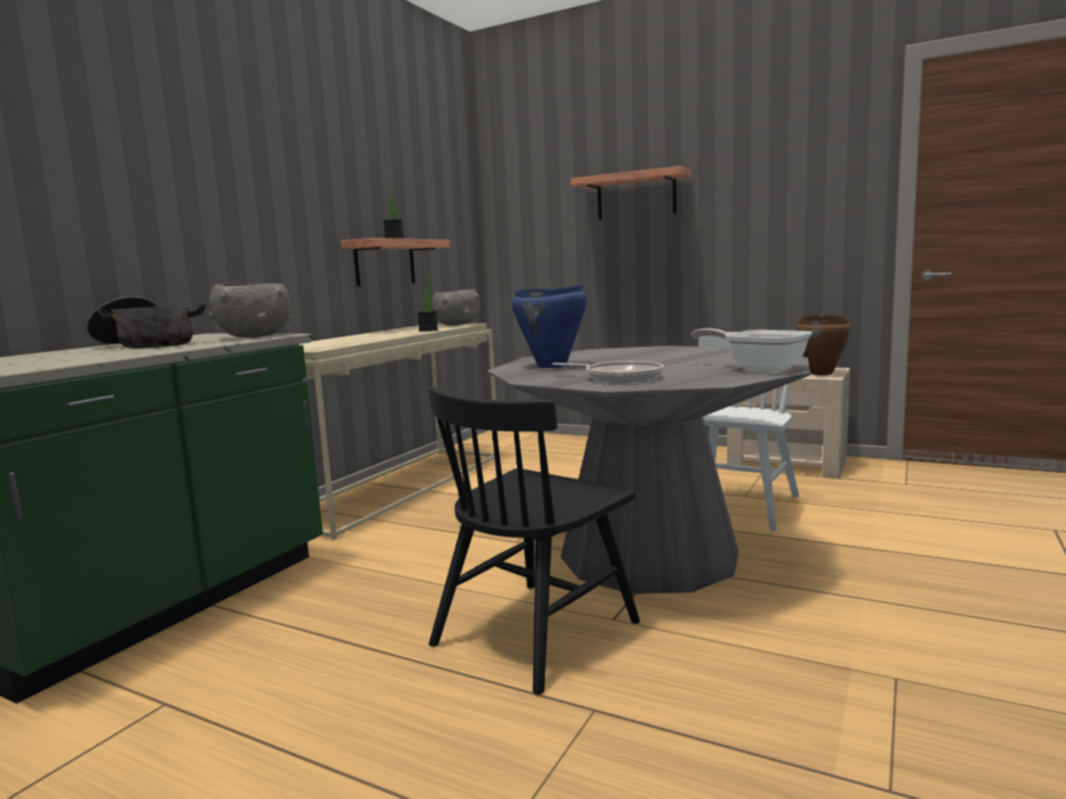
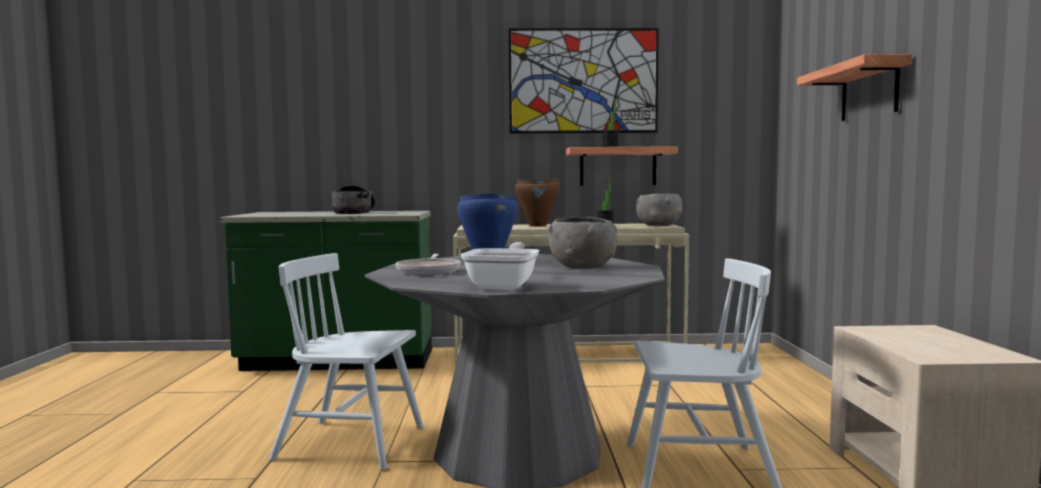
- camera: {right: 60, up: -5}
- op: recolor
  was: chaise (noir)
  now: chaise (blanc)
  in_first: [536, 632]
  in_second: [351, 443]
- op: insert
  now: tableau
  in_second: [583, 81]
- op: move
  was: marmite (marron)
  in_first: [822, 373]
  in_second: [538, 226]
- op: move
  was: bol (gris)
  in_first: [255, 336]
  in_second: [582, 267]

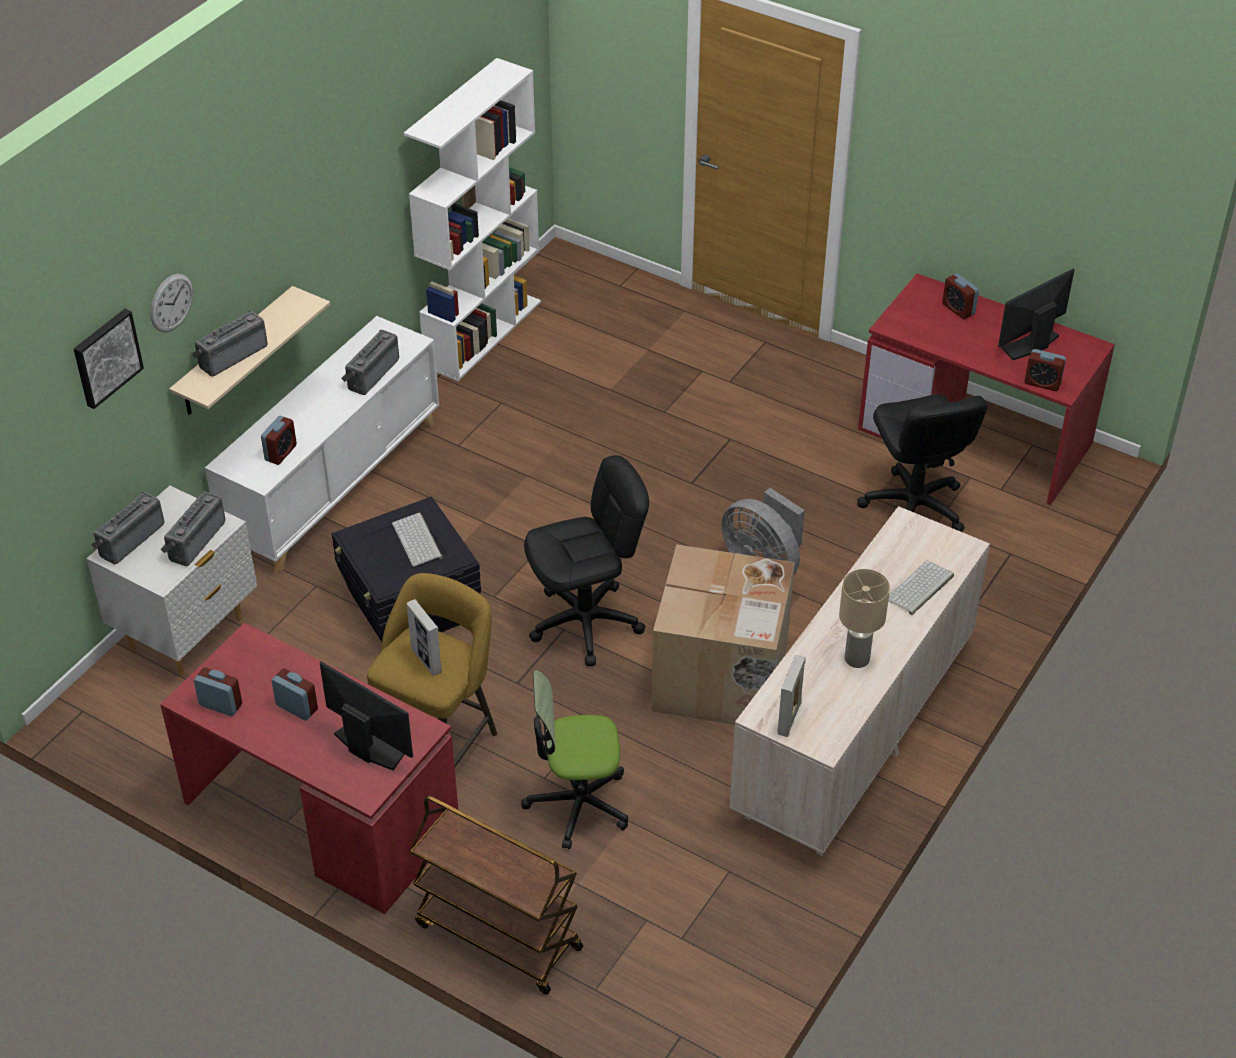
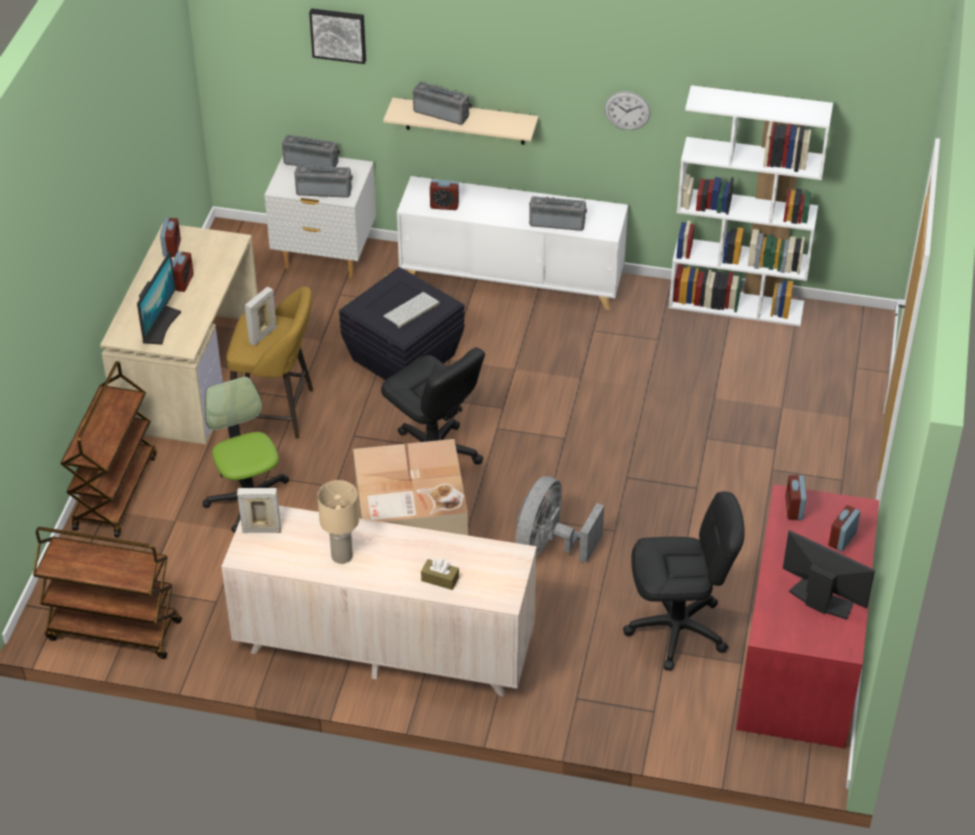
- camera: {right: 70, up: 0}
- op: insert
  now: chariot (marron)
  in_second: [113, 630]
- op: recolor
  was: bureau (rouge)
  now: bureau (beige)
  in_first: [318, 815]
  in_second: [189, 372]
- op: replace
  was: clavier
  now: boîte à mouchoirs (marron)
  in_first: [919, 589]
  in_second: [440, 579]
- op: move
  was: horloge murale
  in_first: [171, 303]
  in_second: [627, 110]
- op: rotate
  was: chaise de bureau (noir)
  in_first: [913, 507]
  in_second: [677, 630]
  clockwise: -150
- op: move
  was: réveil
  in_first: [1042, 383]
  in_second: [794, 508]

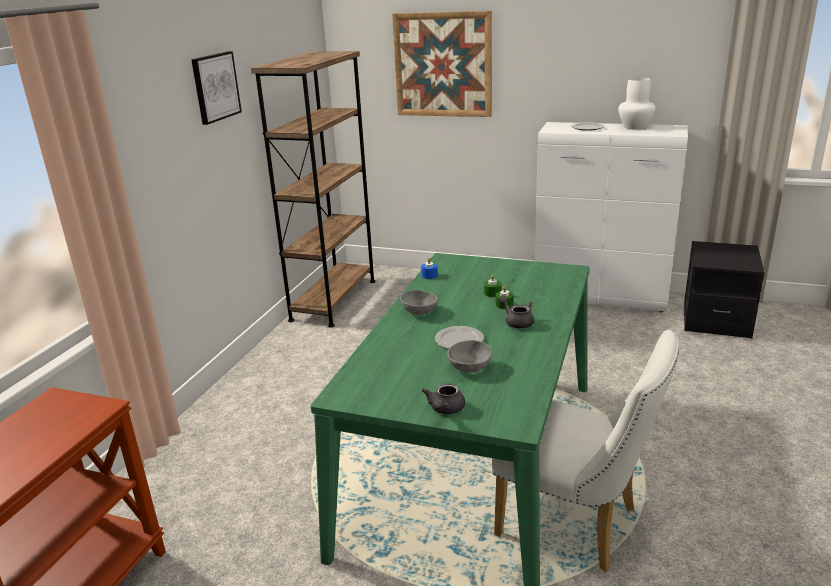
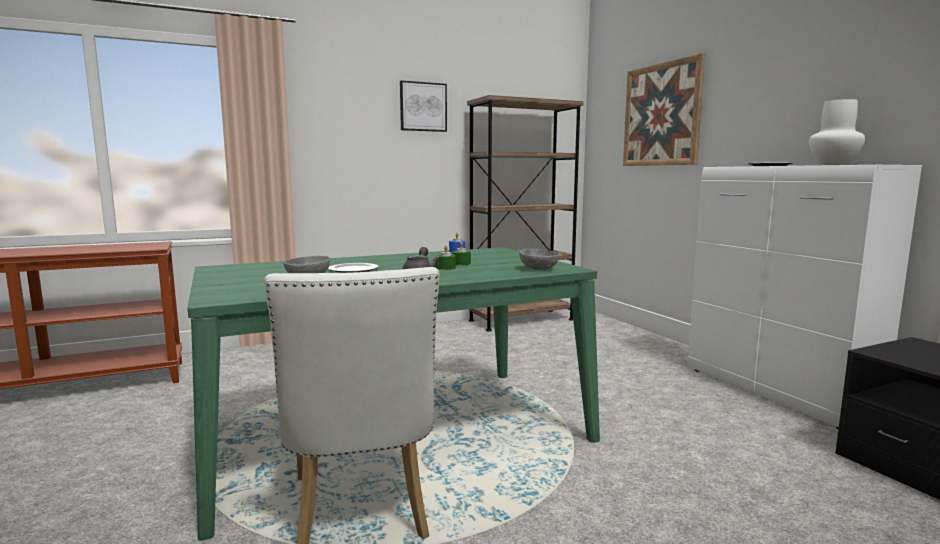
- camera: {right: 45, up: -15}
- op: move
  was: bol (gris)
  in_first: [420, 311]
  in_second: [539, 269]
- op: delete
  was: théière (gris)
  in_first: [445, 410]

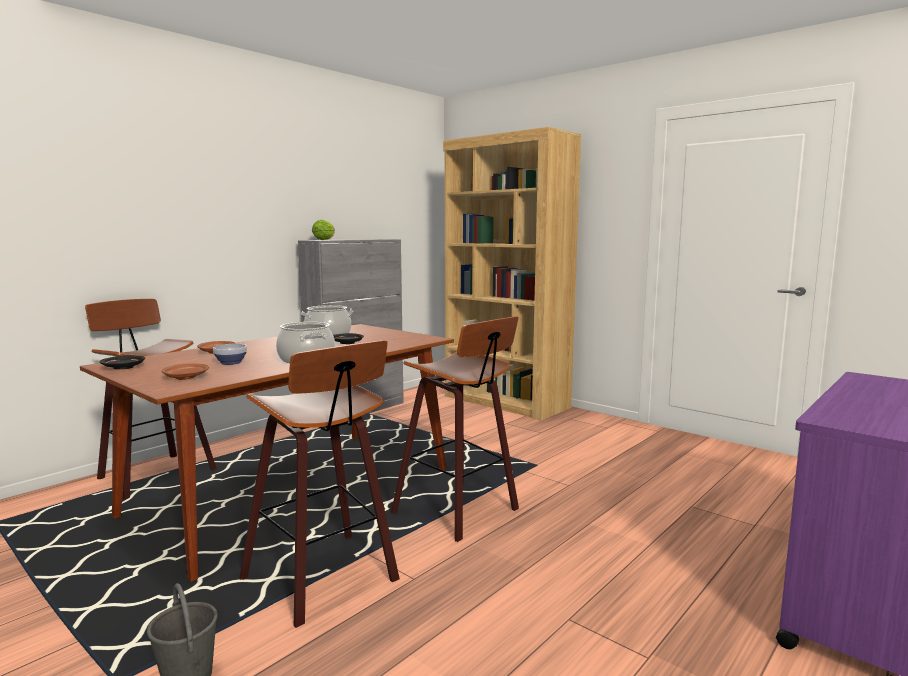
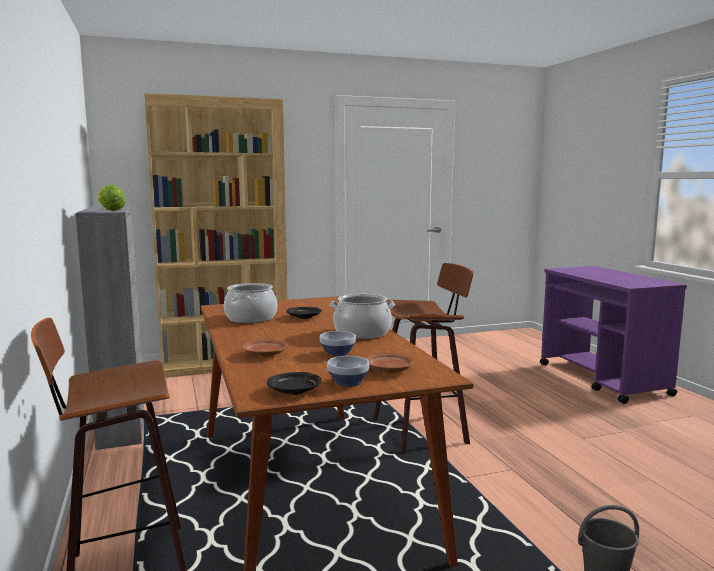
- camera: {right: -60, up: 0}
- op: insert
  now: bol
  in_second: [348, 383]
- op: delete
  was: tabouret
  in_first: [326, 579]

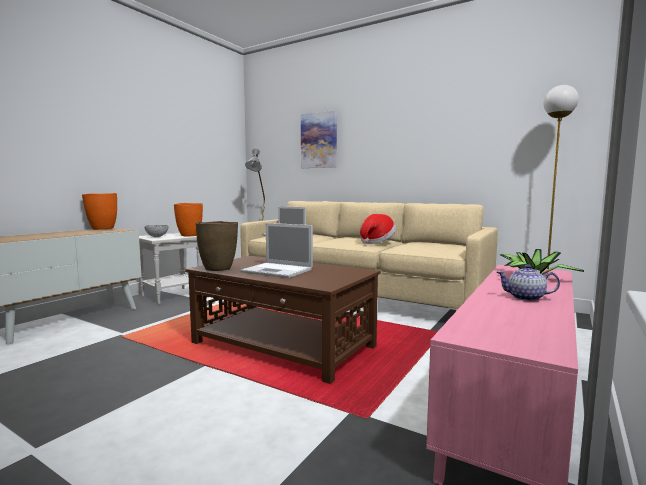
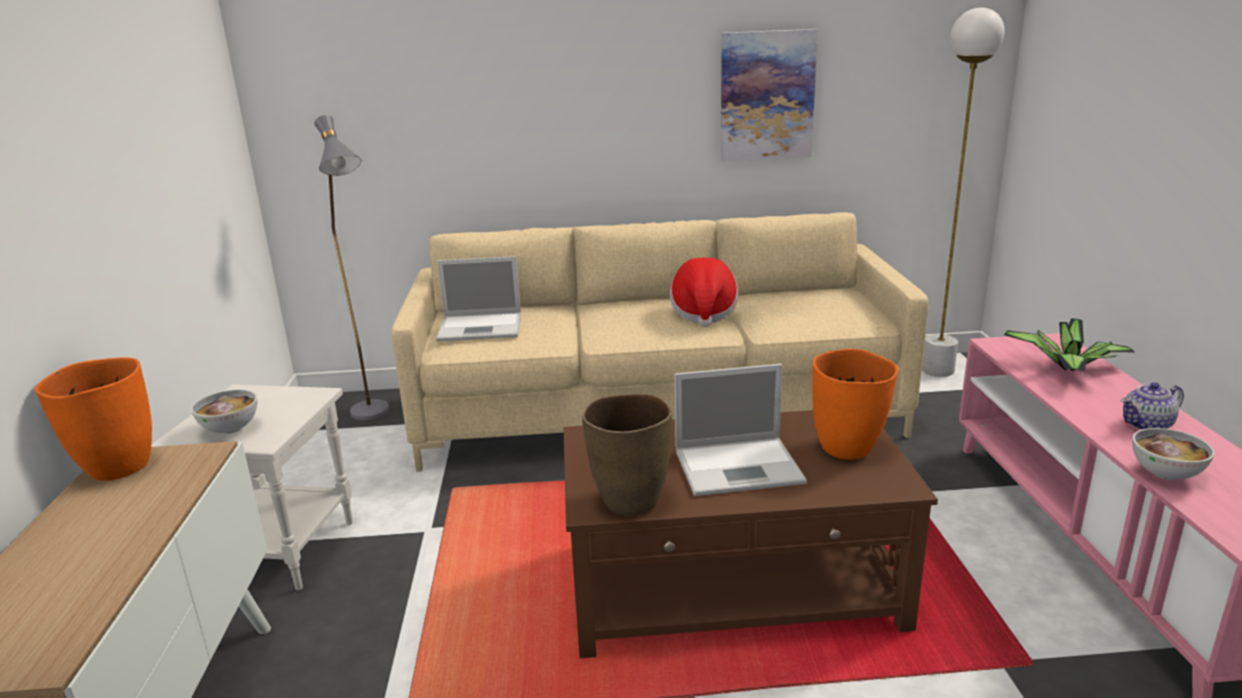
- camera: {right: -35, up: 15}
- op: move
  was: tableau
  in_first: [319, 140]
  in_second: [766, 96]
- op: move
  was: vase (orange)
  in_first: [190, 235]
  in_second: [848, 448]
- op: insert
  now: bol
  in_second: [1166, 474]

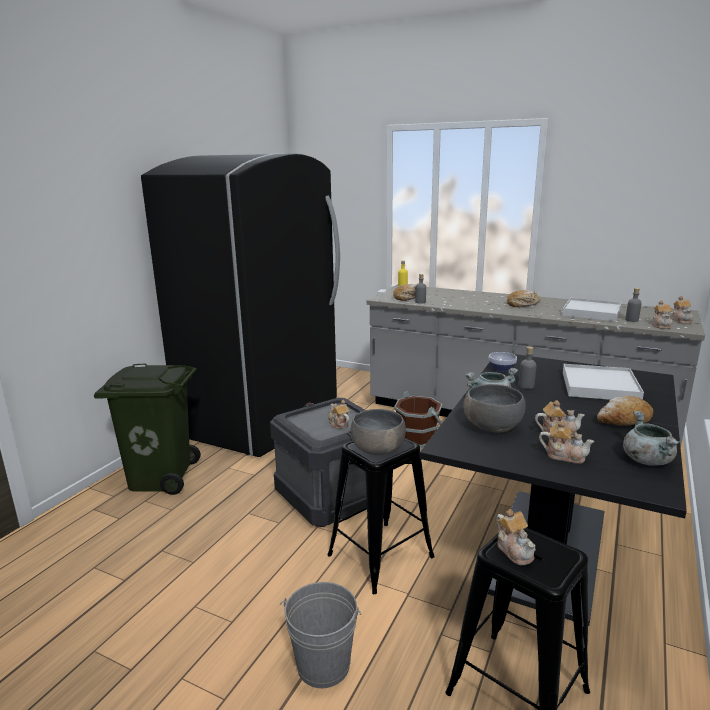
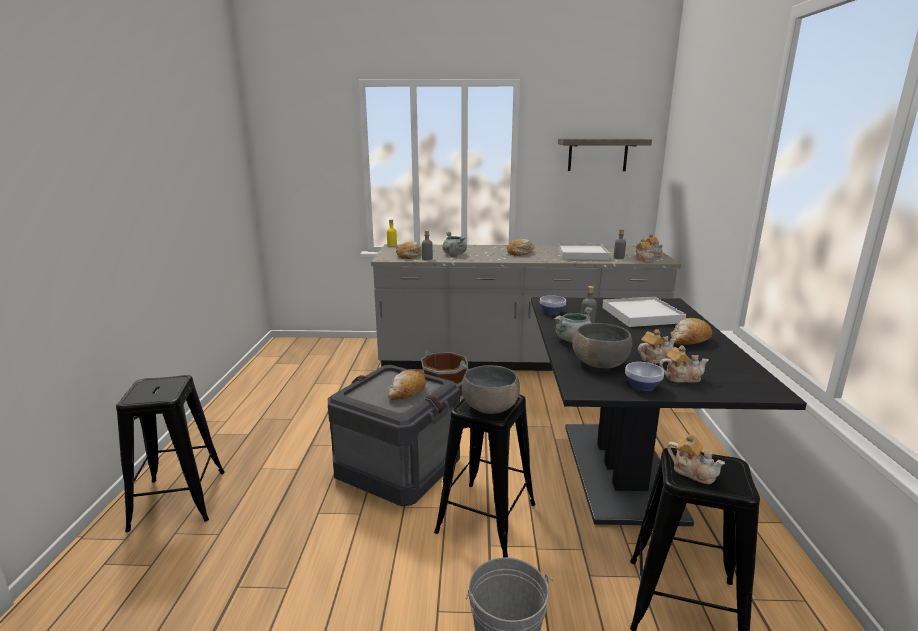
- camera: {right: -25, up: 0}
- op: replace
  was: poubelle (vert)
  now: tabouret (noir)
  in_first: [161, 477]
  in_second: [178, 499]
- op: replace
  was: théière
  now: pain
  in_first: [338, 424]
  in_second: [406, 392]
- op: move
  was: marmite (gris)
  in_first: [646, 460]
  in_second: [454, 254]
- op: insert
  now: étagère
  in_second: [597, 155]
- op: insert
  now: bol
  in_second: [641, 386]
- op: delete
  was: réfrigérateur (noir)
  in_first: [264, 418]

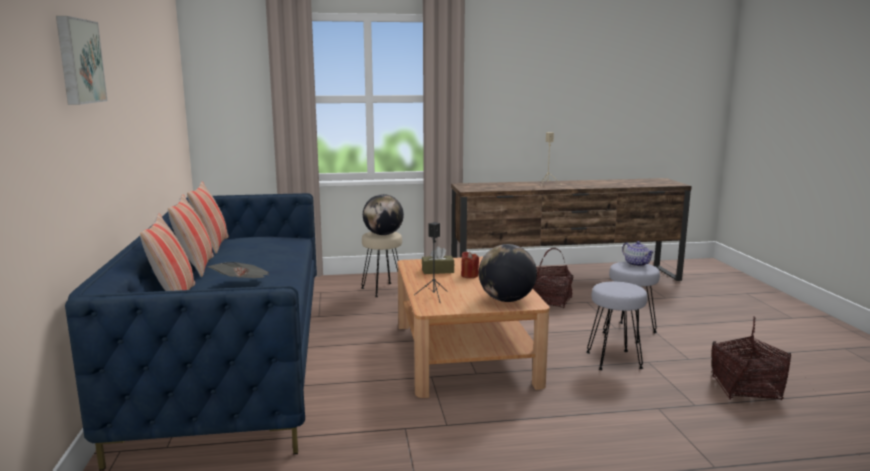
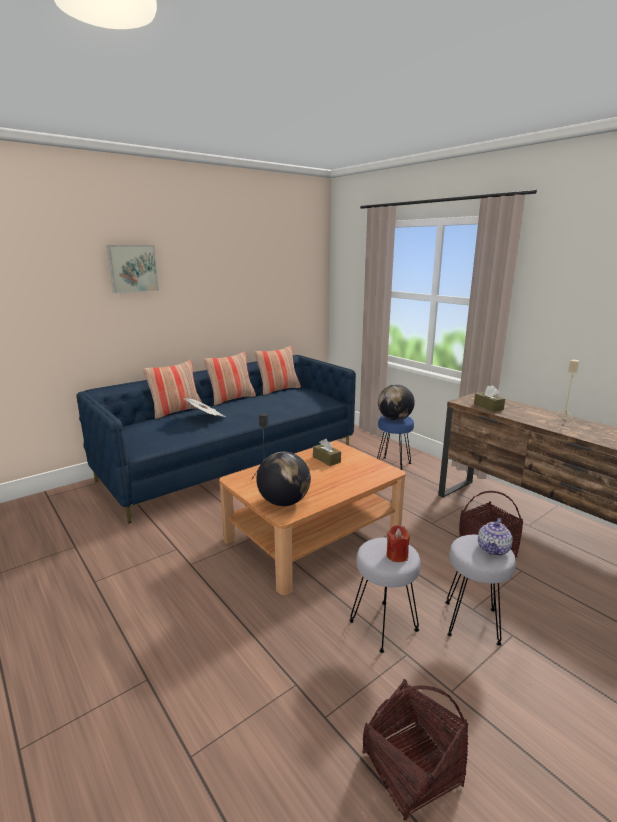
- camera: {right: 60, up: 5}
- op: recolor
  was: tabouret (beige)
  now: tabouret (bleu)
  in_first: [382, 290]
  in_second: [393, 465]
- op: move
  was: bougie (rouge)
  in_first: [469, 275]
  in_second: [397, 555]
- op: insert
  now: boîte à mouchoirs (marron)
  in_second: [488, 407]

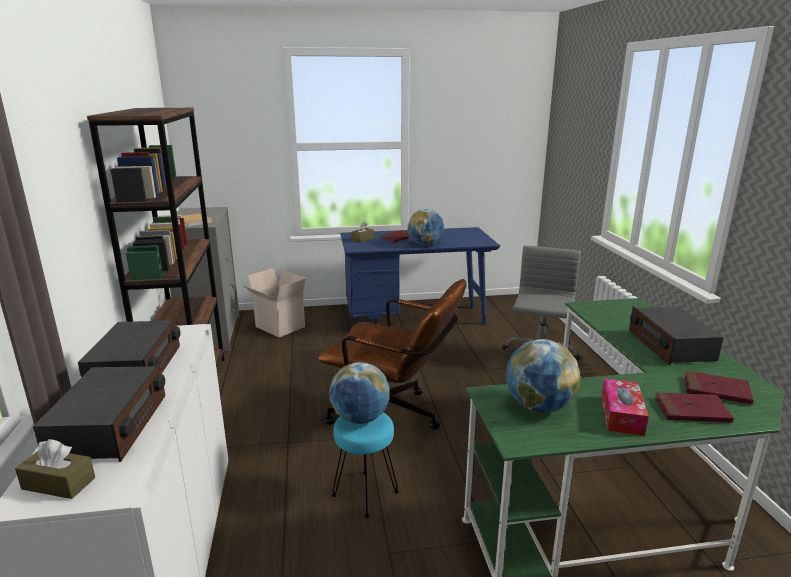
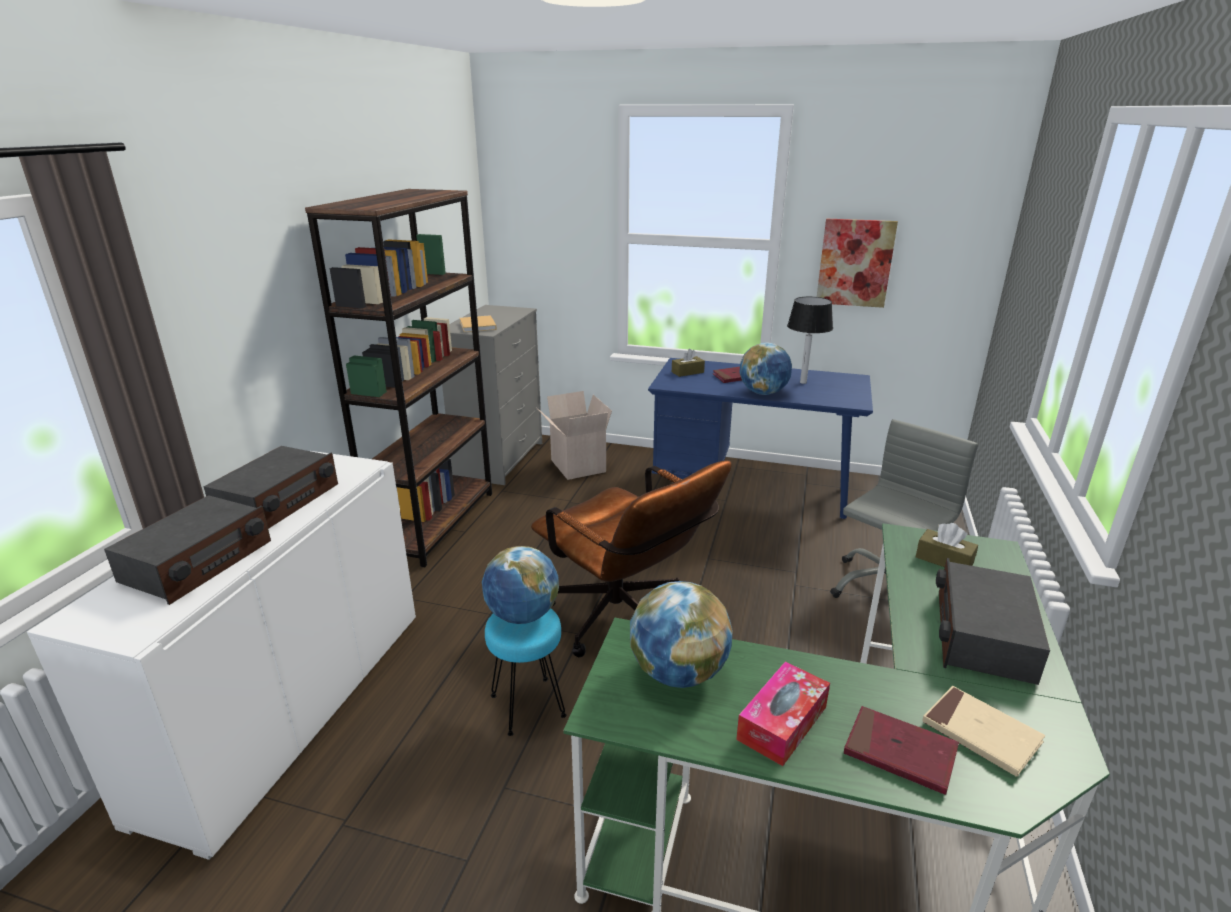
- camera: {right: 25, up: 5}
- op: insert
  now: lampe de table
  in_second: [802, 382]
- op: insert
  now: tableau
  in_second: [855, 263]
- op: move
  was: boîte à mouchoirs (marron)
  in_first: [59, 483]
  in_second: [944, 560]
- op: recolor
  was: livre (rouge)
  now: livre (beige)
  in_first: [716, 390]
  in_second: [980, 733]

